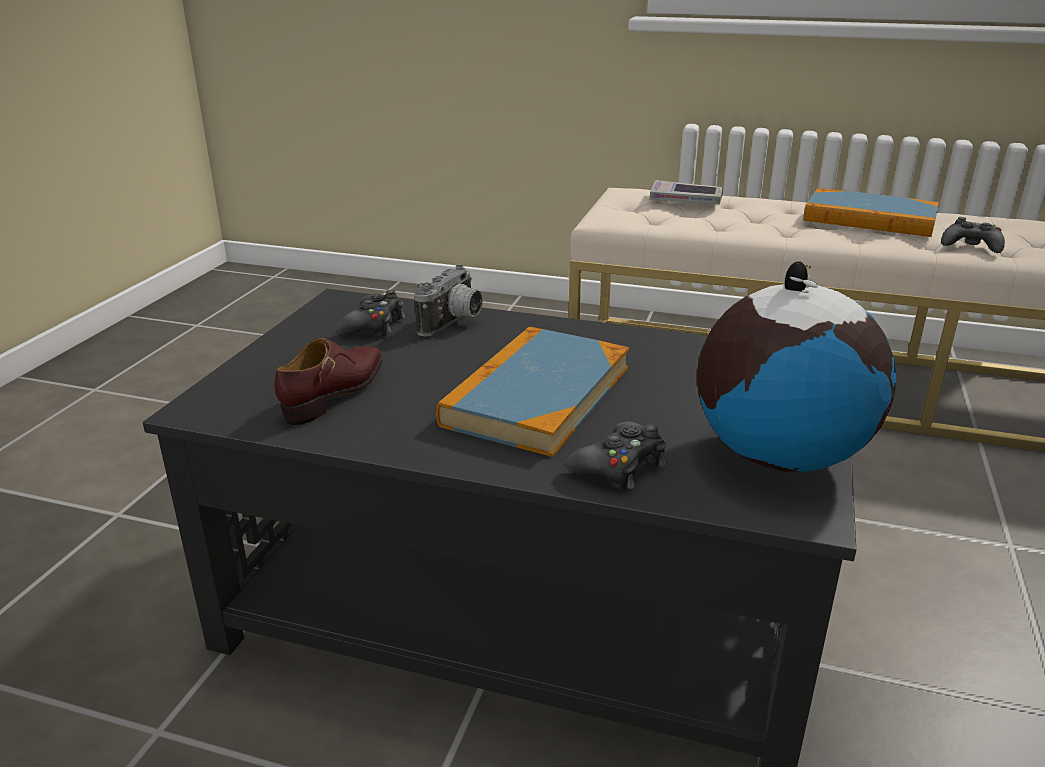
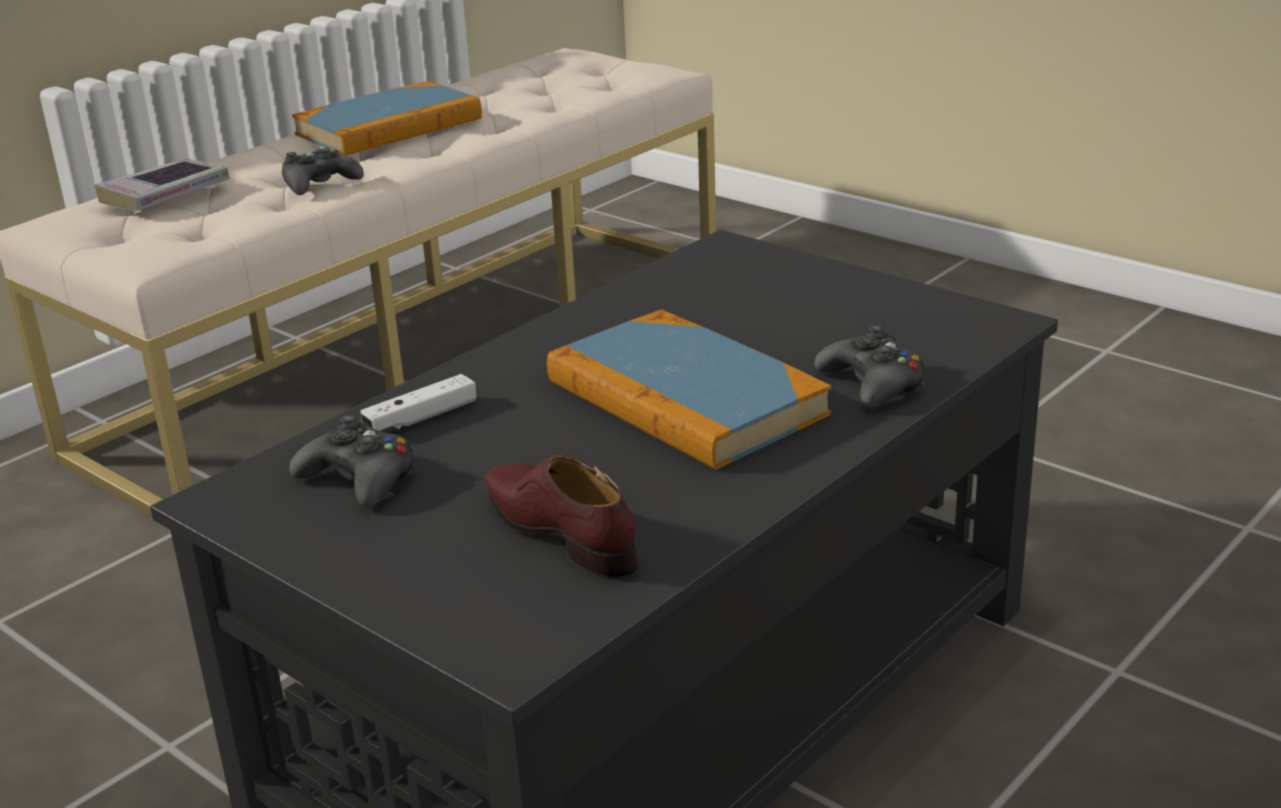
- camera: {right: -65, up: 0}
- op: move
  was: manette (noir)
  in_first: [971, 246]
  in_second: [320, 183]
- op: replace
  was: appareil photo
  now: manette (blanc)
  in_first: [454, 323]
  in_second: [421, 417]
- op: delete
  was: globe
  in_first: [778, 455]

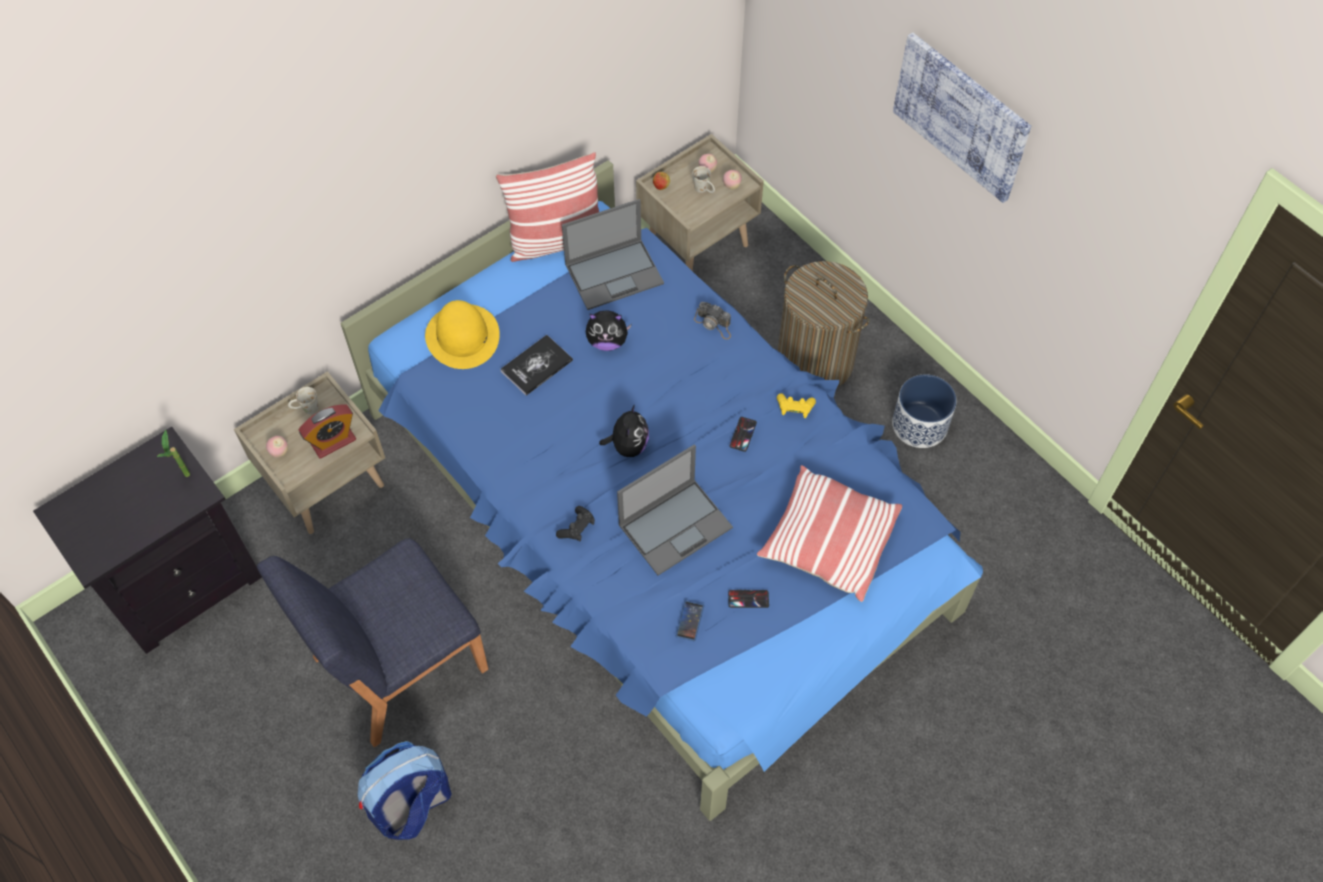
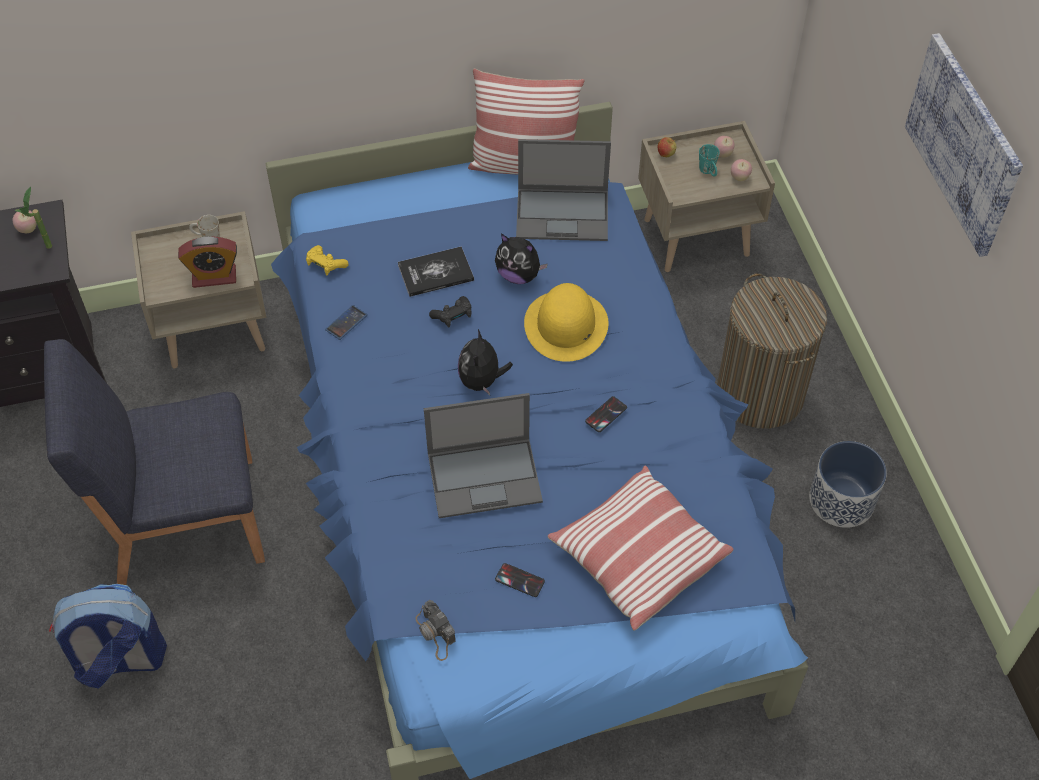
- camera: {right: 25, up: -5}
- op: move
  was: pomme
  in_first: [279, 452]
  in_second: [28, 229]
- op: move
  was: manette (jaune)
  in_first: [795, 408]
  in_second: [326, 265]
- op: move
  was: téléphone
  in_first: [690, 621]
  in_second: [346, 323]
- op: move
  was: appareil photo
  in_first: [714, 324]
  in_second: [435, 634]
- op: move
  was: manette (noir)
  in_first: [577, 528]
  in_second: [453, 316]
- op: rotate
  was: peluche
  in_first: [628, 446]
  in_second: [482, 381]
  clockwise: 150
- op: move
  was: chapeau (jaune)
  in_first: [463, 336]
  in_second: [566, 325]
- op: recolor
  was: mug (blanc)
  now: mug (turquoise)
  in_first: [704, 190]
  in_second: [709, 172]

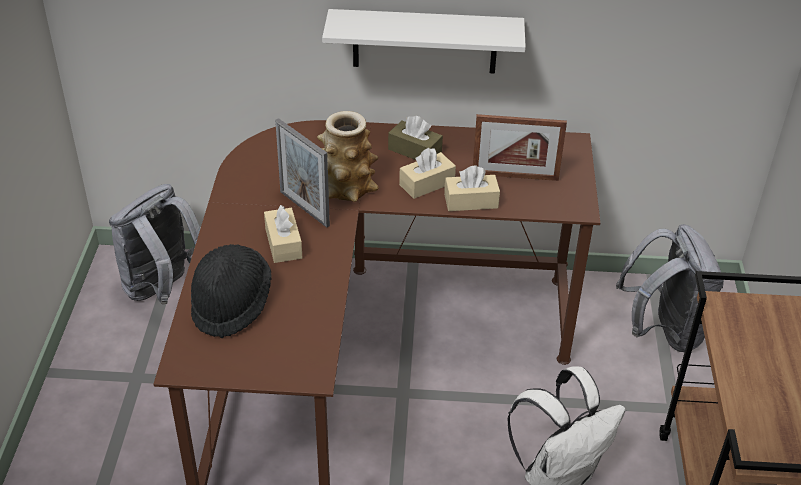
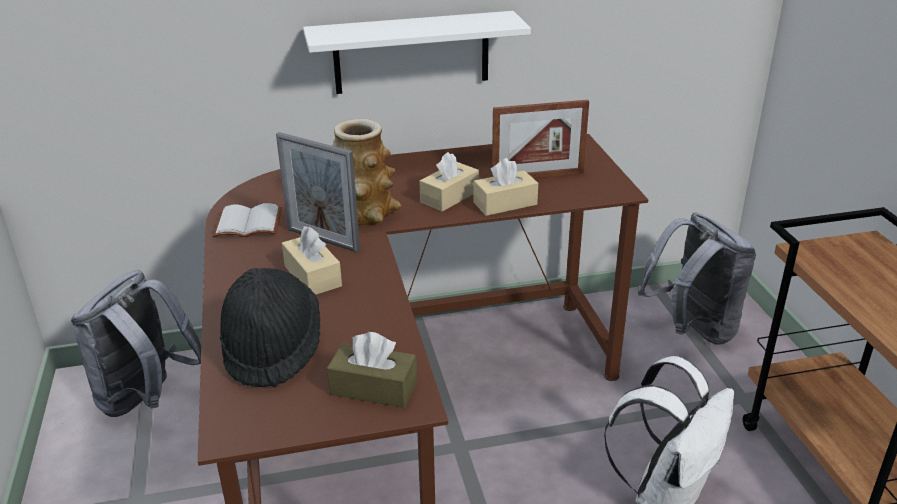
- camera: {right: -15, up: -10}
- op: insert
  now: livre (blanc)
  in_second: [250, 223]
- op: move
  was: boîte à mouchoirs (marron)
  in_first: [415, 151]
  in_second: [373, 388]

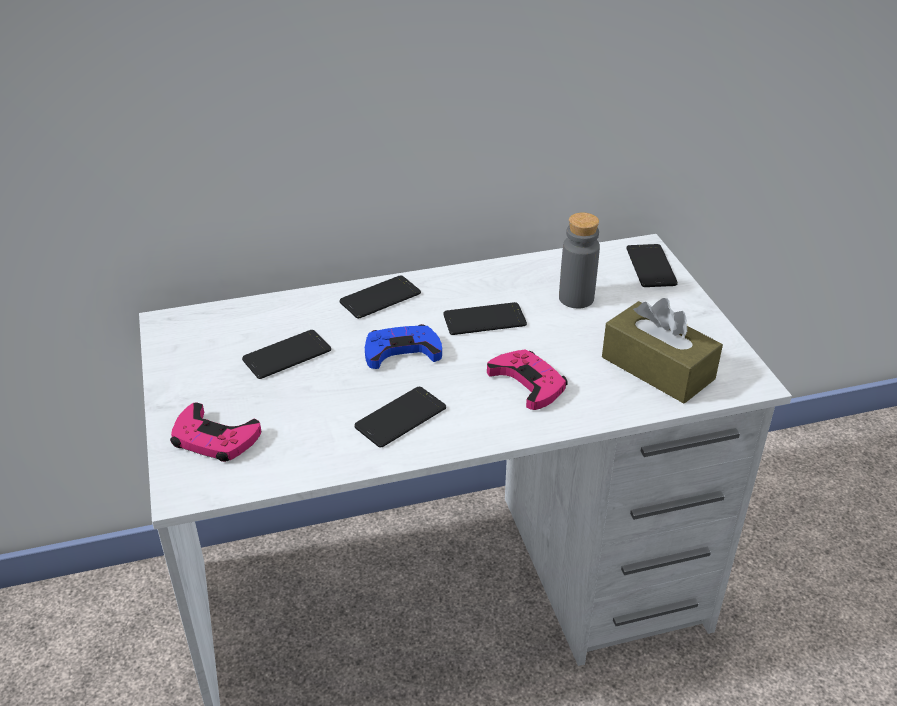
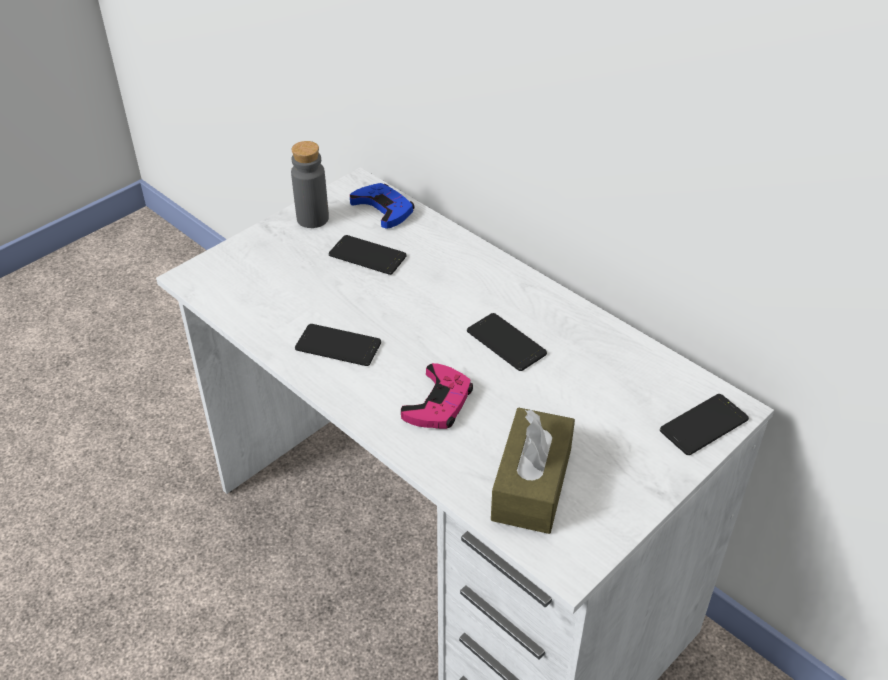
- camera: {right: 60, up: 5}
- op: move
  was: bouteille (gris)
  in_first: [576, 298]
  in_second: [312, 218]
- op: move
  was: manette (bleu)
  in_first: [402, 351]
  in_second: [383, 209]
- op: delete
  was: manette (rose)
  in_first: [214, 439]
- op: delete
  was: téléphone
  in_first: [380, 298]

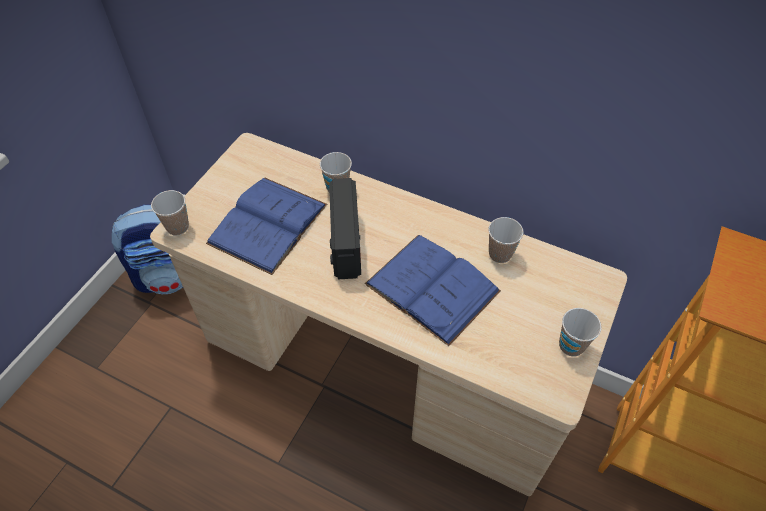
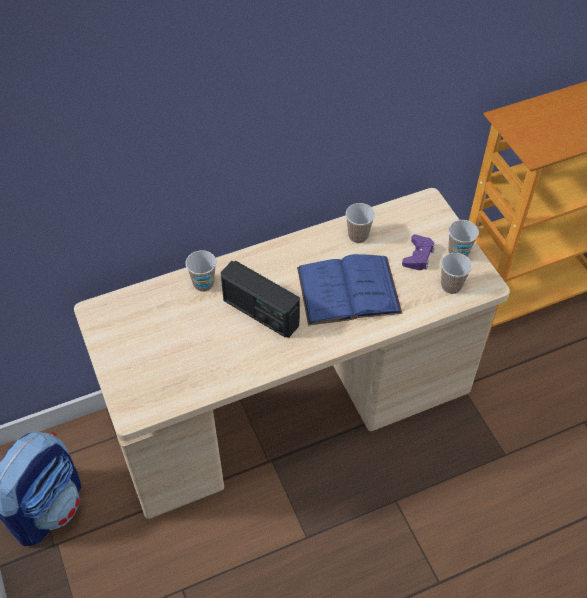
- camera: {right: -50, up: 0}
- op: insert
  now: manette (violet)
  in_second: [418, 256]
- op: move
  was: tasse
  in_first: [177, 227]
  in_second: [451, 286]
- op: delete
  was: livre (bleu)
  in_first: [268, 224]

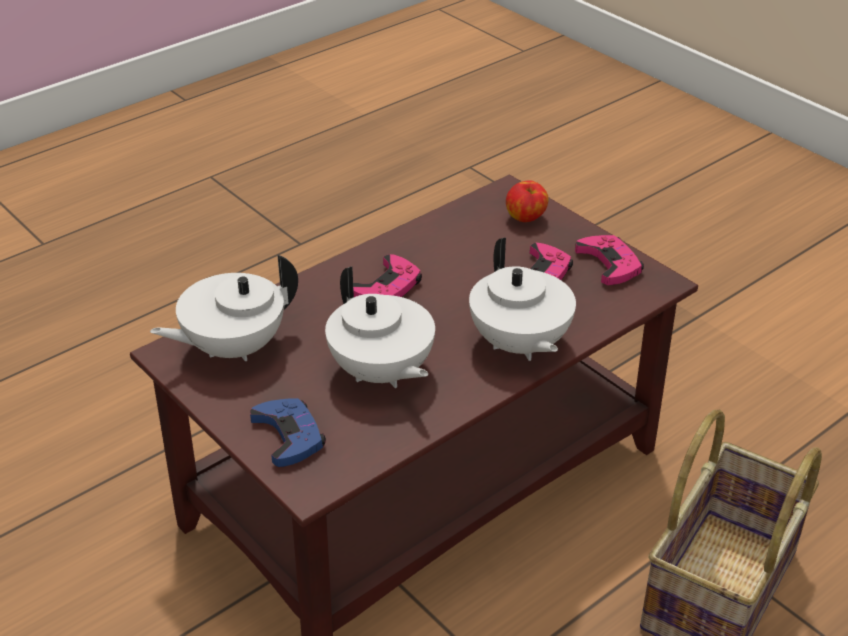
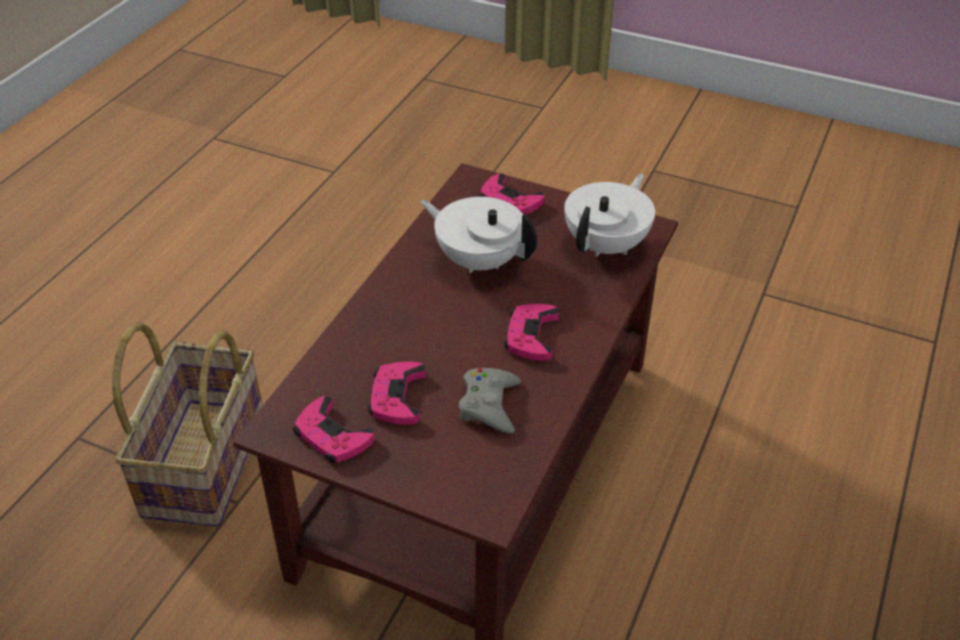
- camera: {right: 155, up: 5}
- op: insert
  now: manette (gris)
  in_second: [489, 405]
- op: recolor
  was: manette (bleu)
  now: manette (rose)
  in_first: [289, 436]
  in_second: [509, 201]
- op: delete
  was: théière (blanc)
  in_first: [519, 345]
- op: delete
  was: pomme
  in_first: [526, 218]

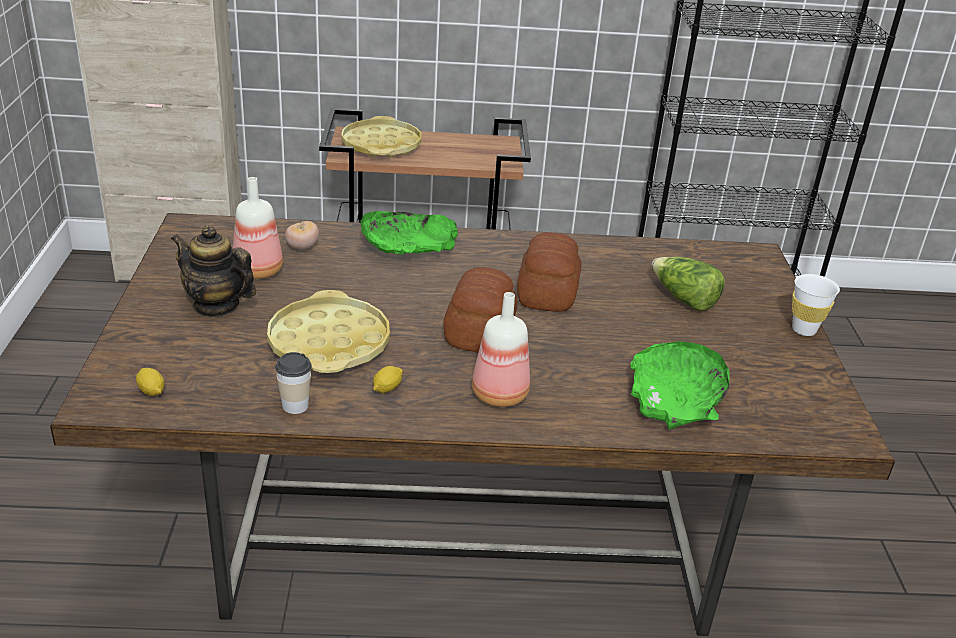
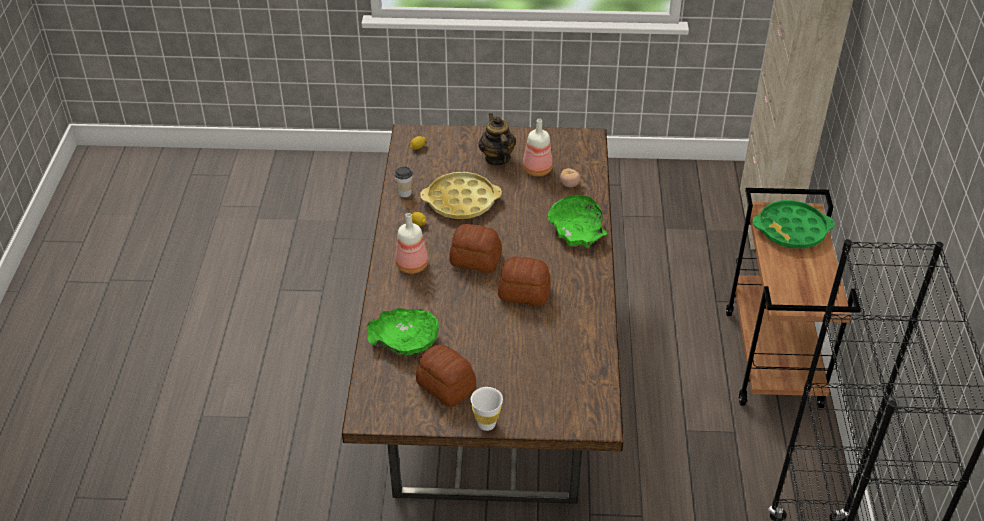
- camera: {right: 95, up: 10}
- op: insert
  now: pain
  in_second: [446, 387]
- op: rotate
  was: théière
  in_first: [216, 306]
  in_second: [497, 158]
  clockwise: -45
- op: recolor
  was: plateau (jaune)
  now: plateau (vert)
  in_first: [381, 145]
  in_second: [791, 230]
- op: delete
  was: laitue
  in_first: [683, 299]

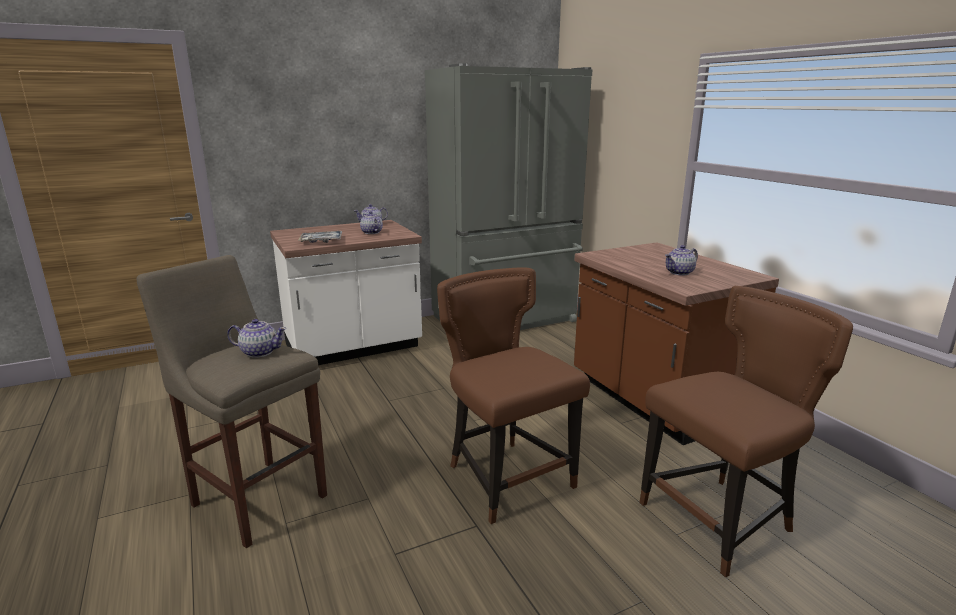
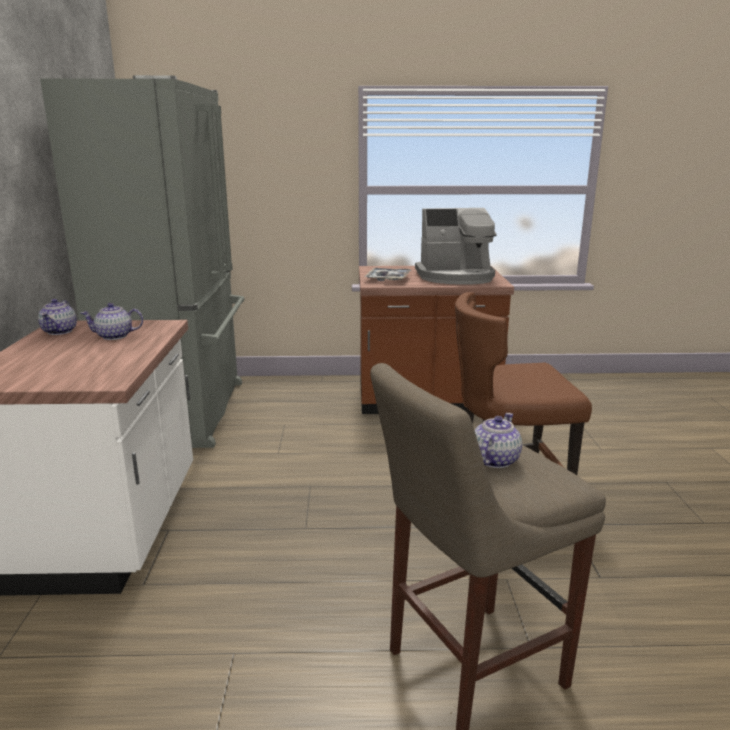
- camera: {right: -65, up: 0}
- op: move
  was: plateau
  in_first: [321, 241]
  in_second: [388, 279]
- op: replace
  was: théière
  now: machine à café
  in_first: [680, 272]
  in_second: [456, 277]
- op: delete
  was: chaise (marron)
  in_first: [720, 520]

